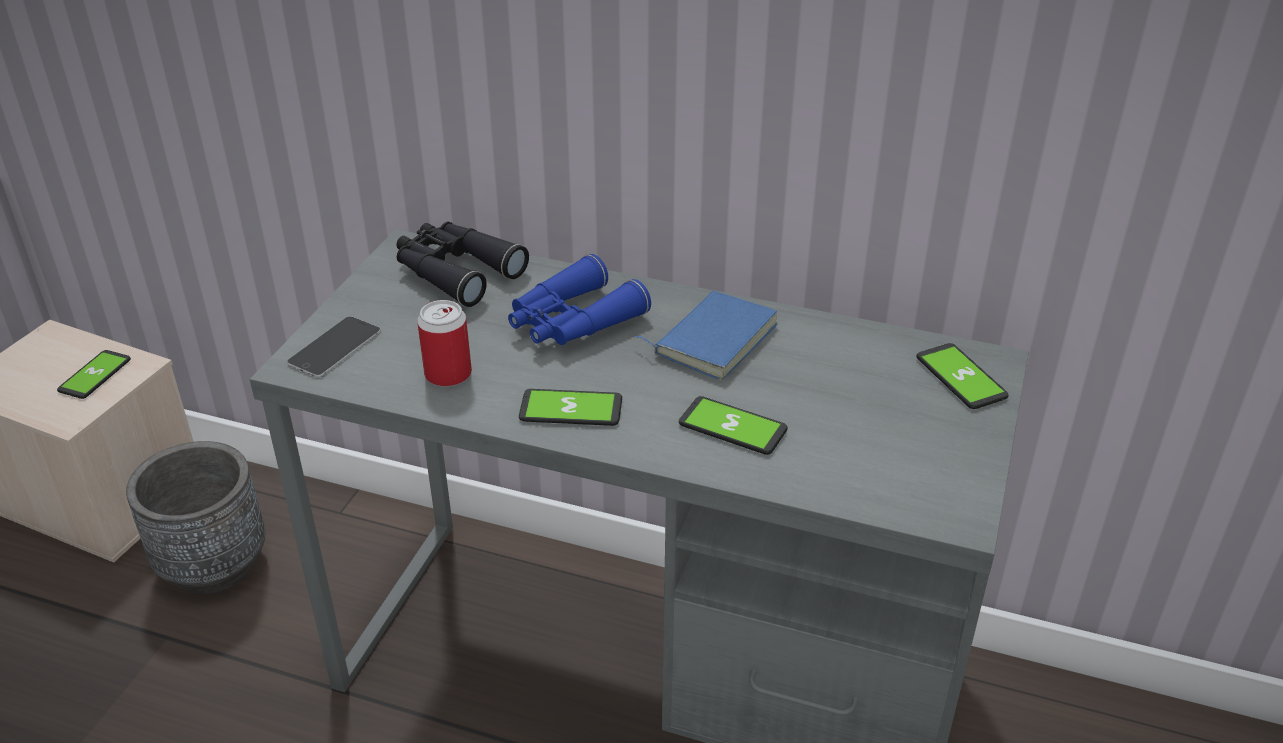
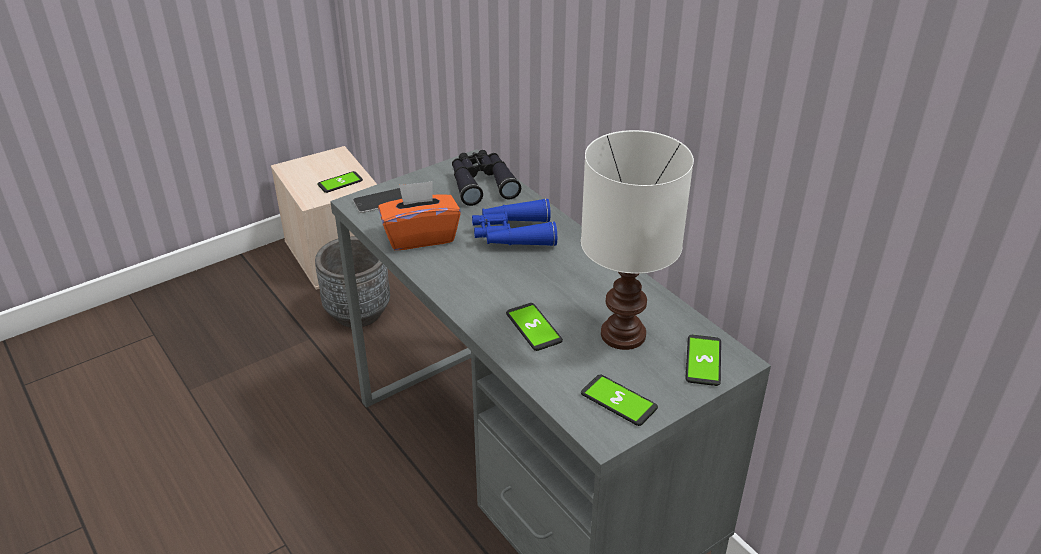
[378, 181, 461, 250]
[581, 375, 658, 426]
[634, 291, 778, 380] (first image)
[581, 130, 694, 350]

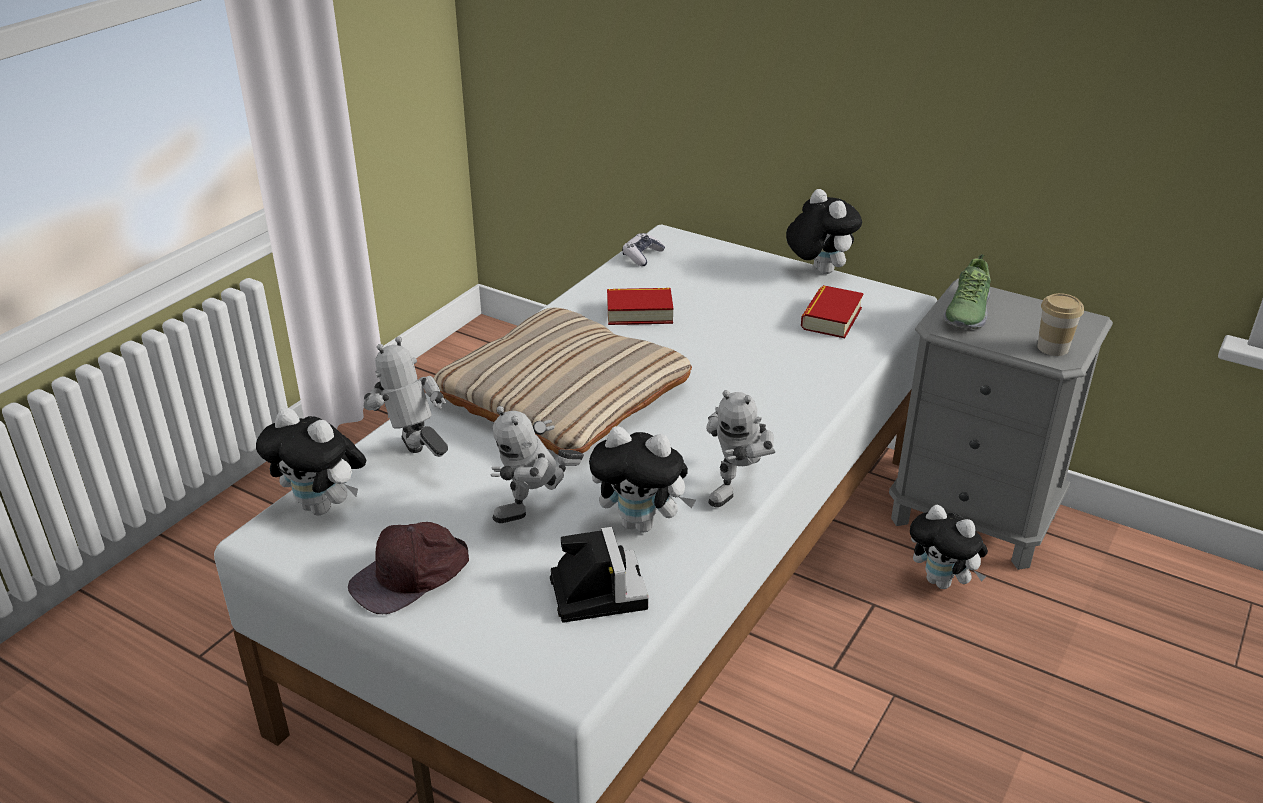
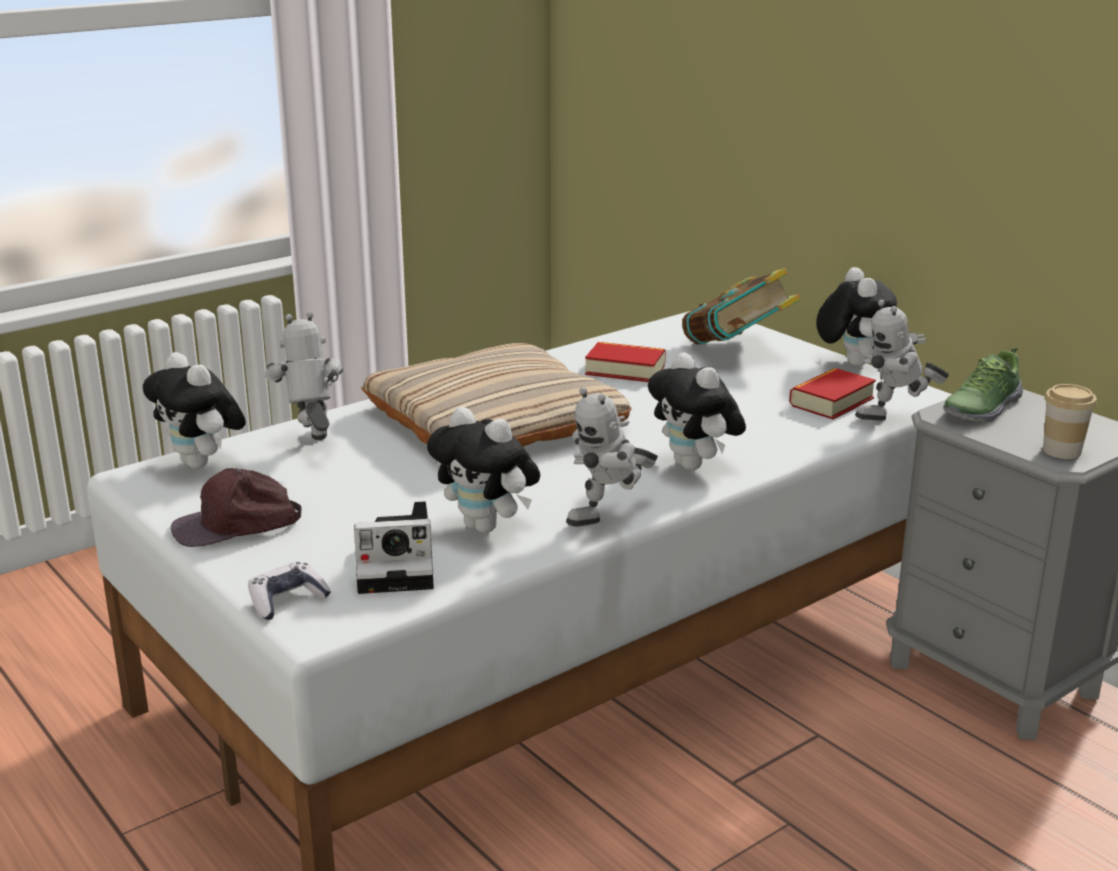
[855, 300, 949, 421]
[354, 501, 434, 594]
[248, 562, 331, 620]
[648, 353, 746, 470]
[682, 268, 801, 345]

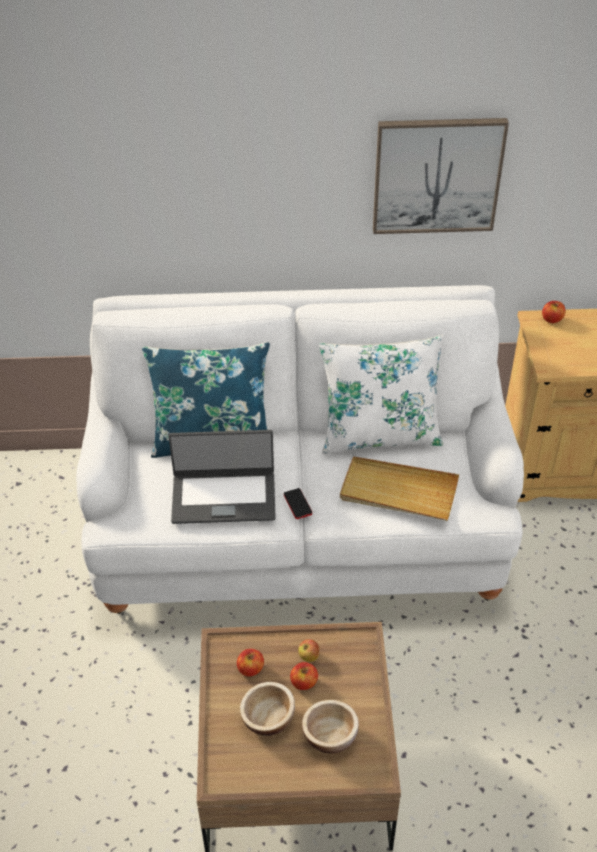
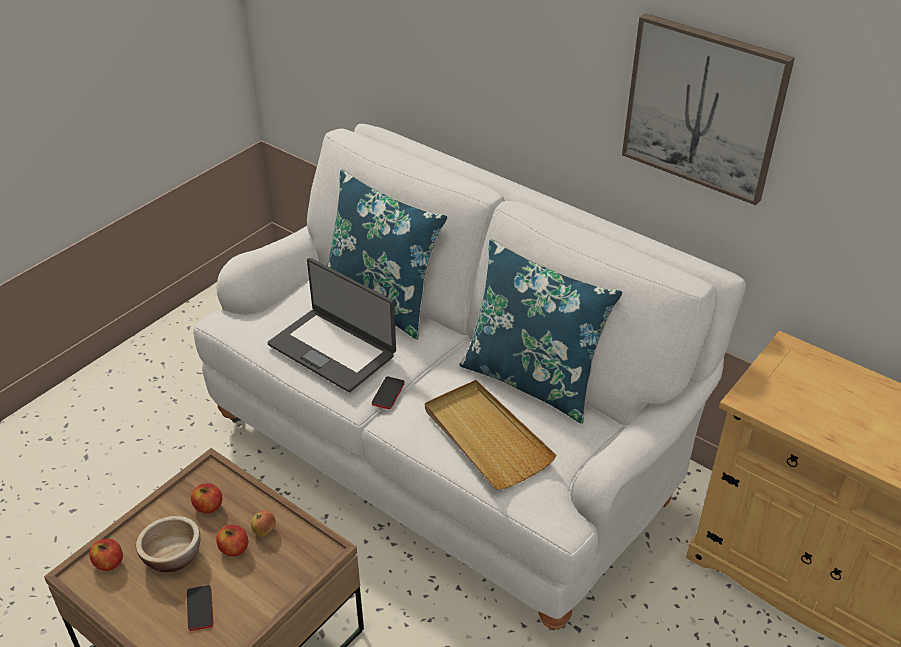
[187, 585, 213, 631]
[459, 239, 623, 424]
[89, 539, 123, 571]

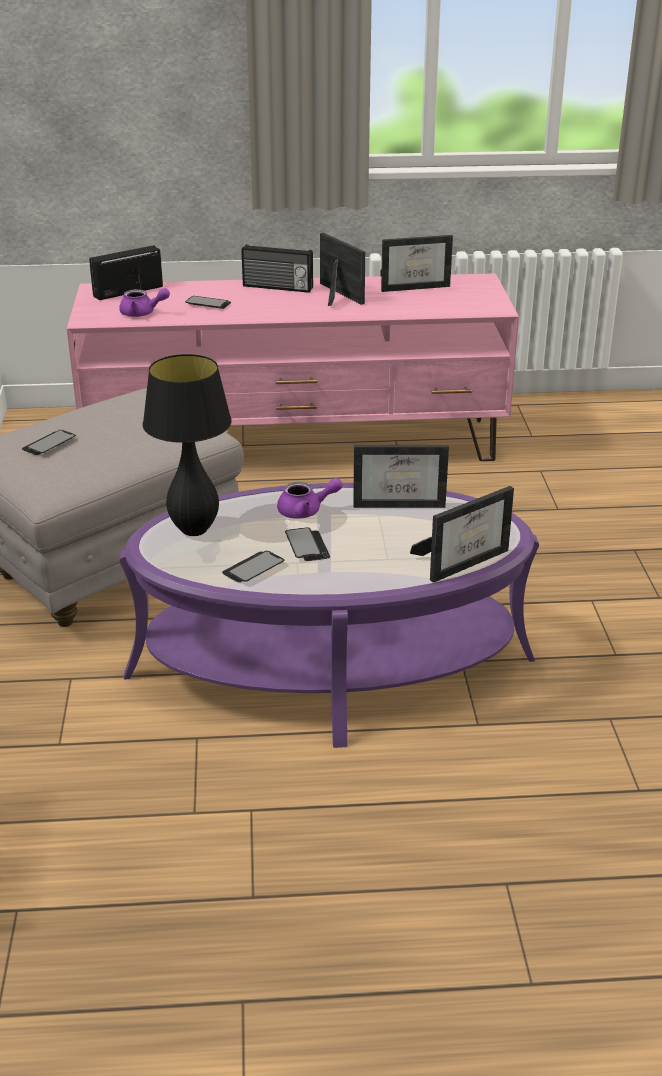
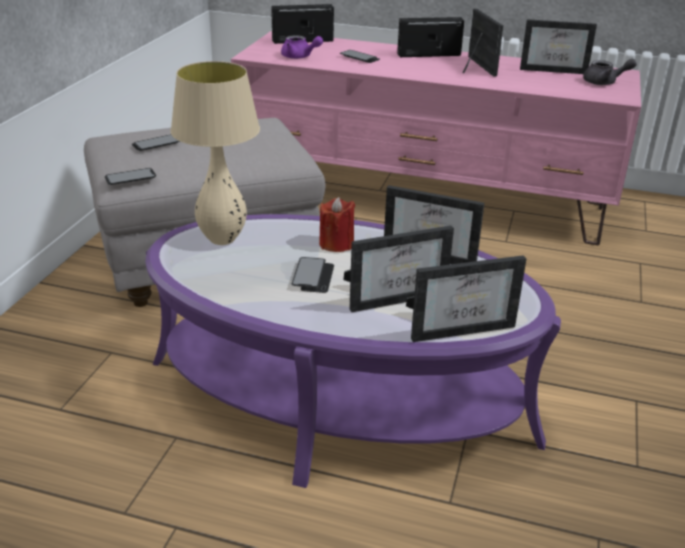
[170, 61, 260, 245]
[105, 168, 156, 185]
[397, 17, 464, 57]
[319, 197, 355, 252]
[343, 225, 454, 312]
[583, 59, 637, 85]

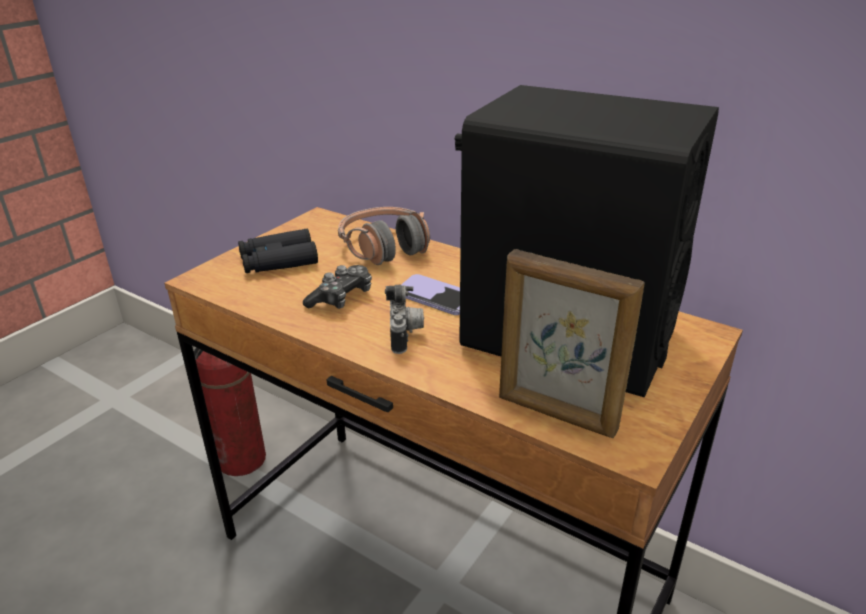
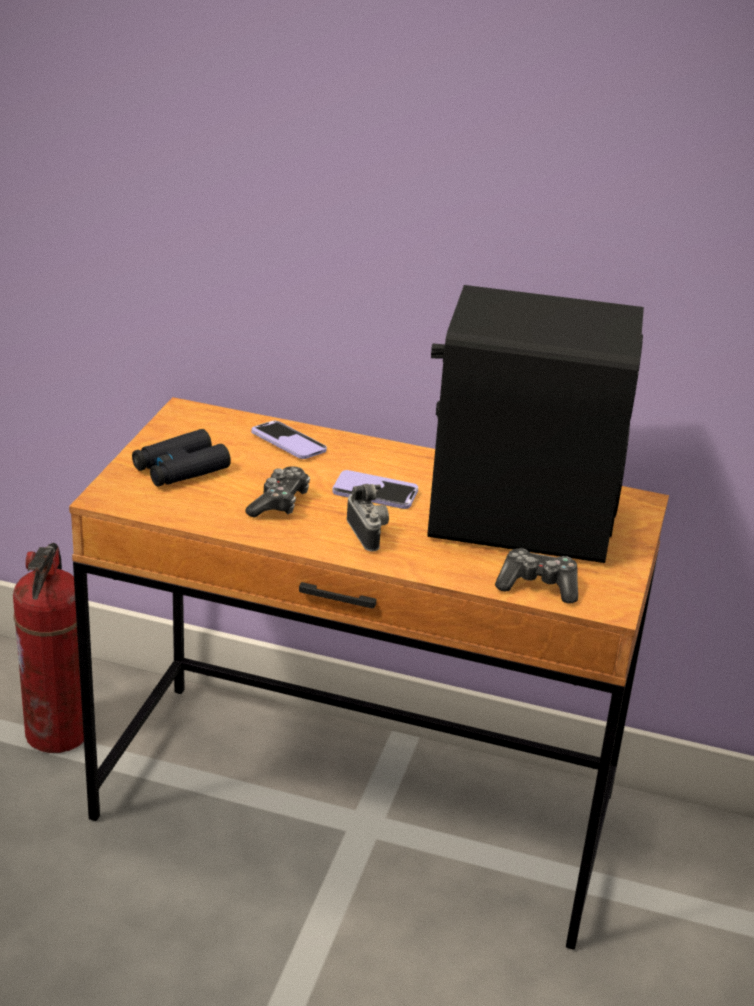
[251, 421, 327, 459]
[495, 548, 578, 604]

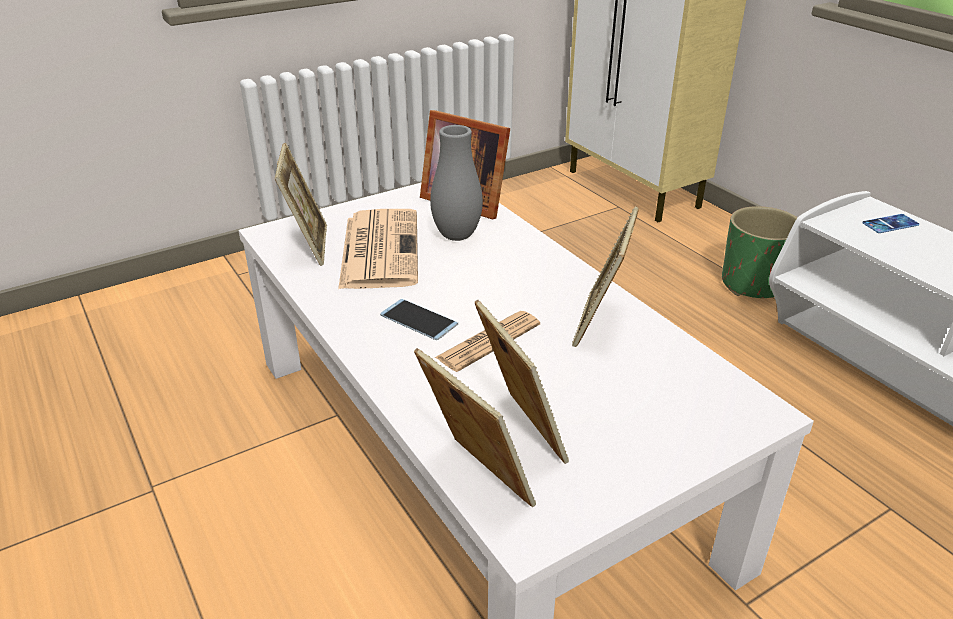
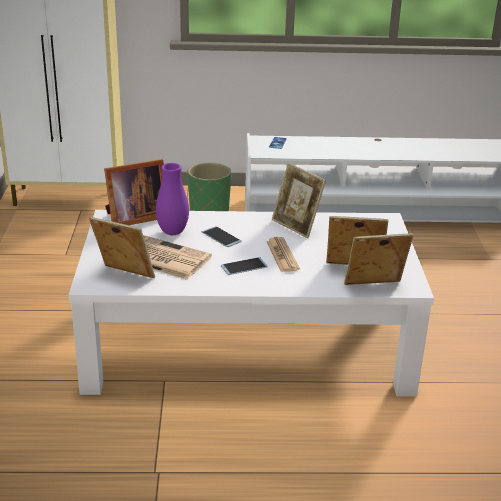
[156, 163, 189, 235]
[202, 226, 242, 247]

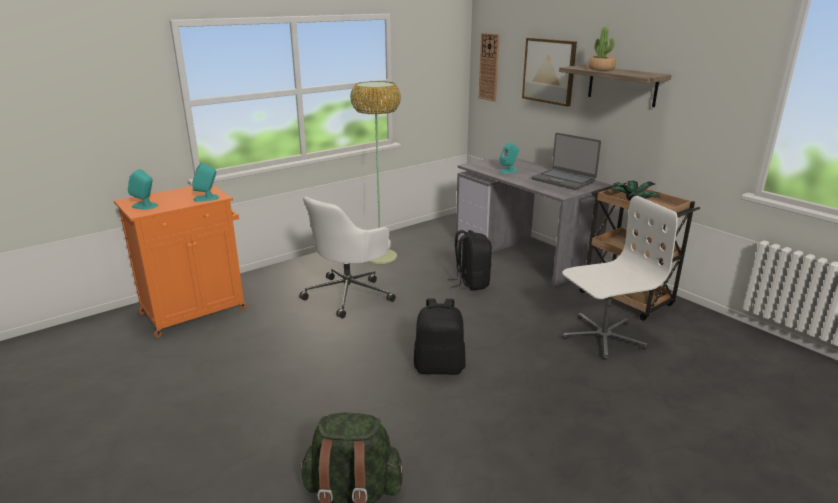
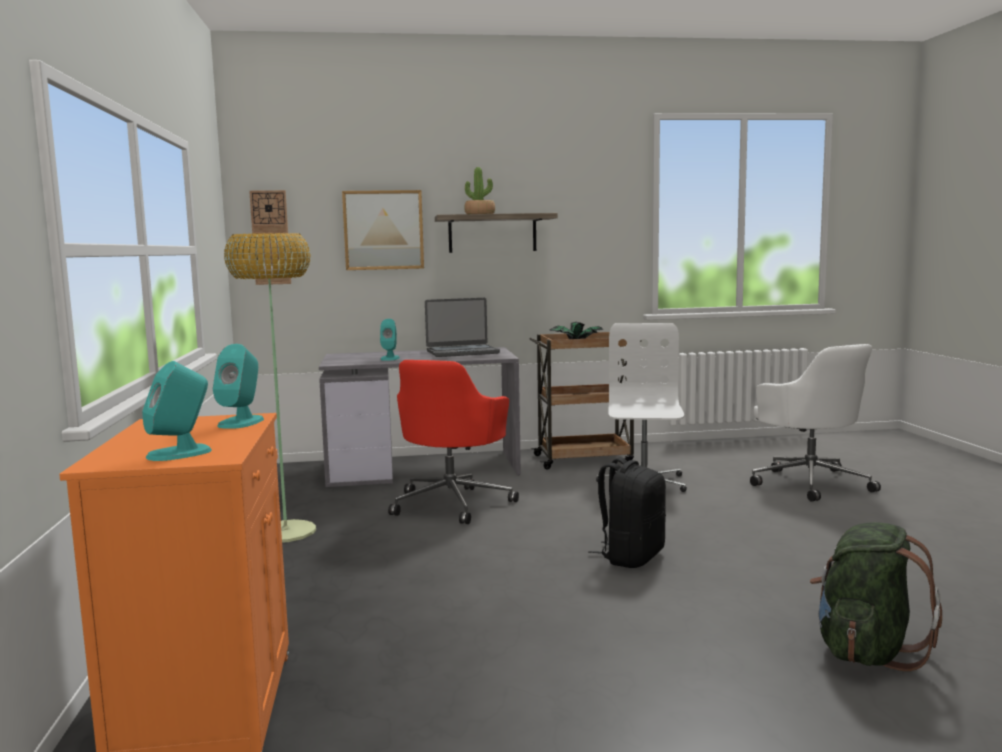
[750, 344, 881, 502]
[388, 360, 519, 524]

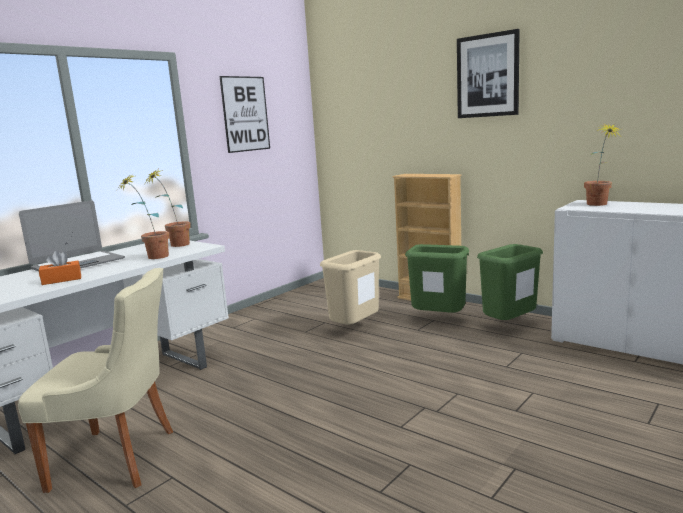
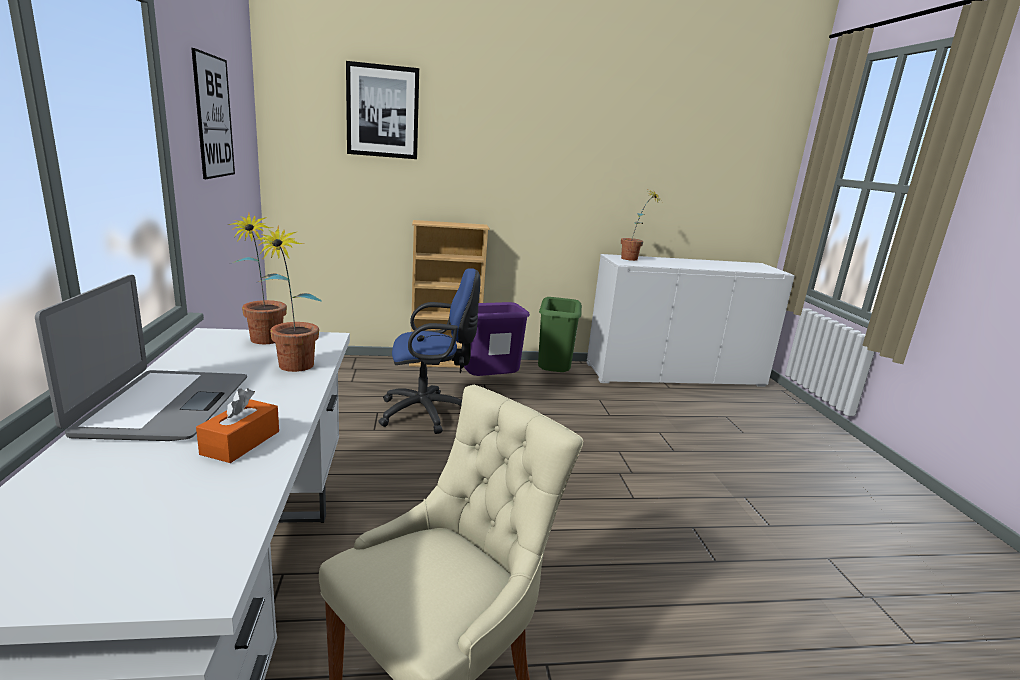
[378, 268, 481, 434]
[464, 302, 530, 376]
[346, 61, 419, 159]

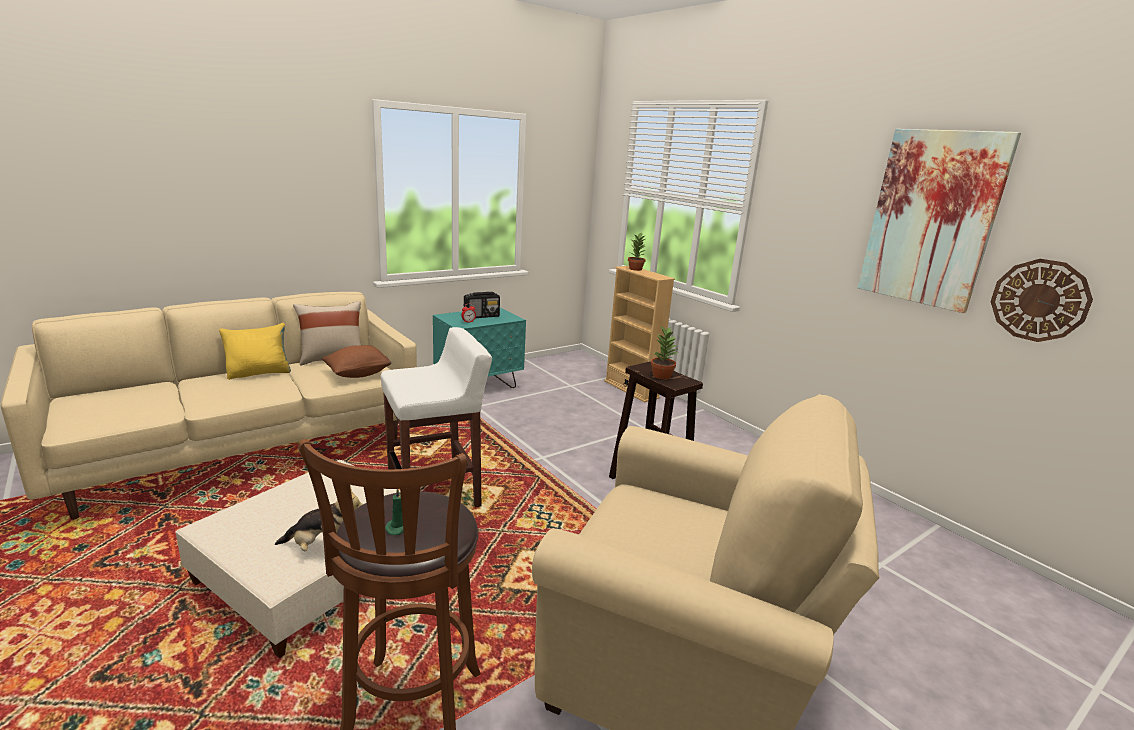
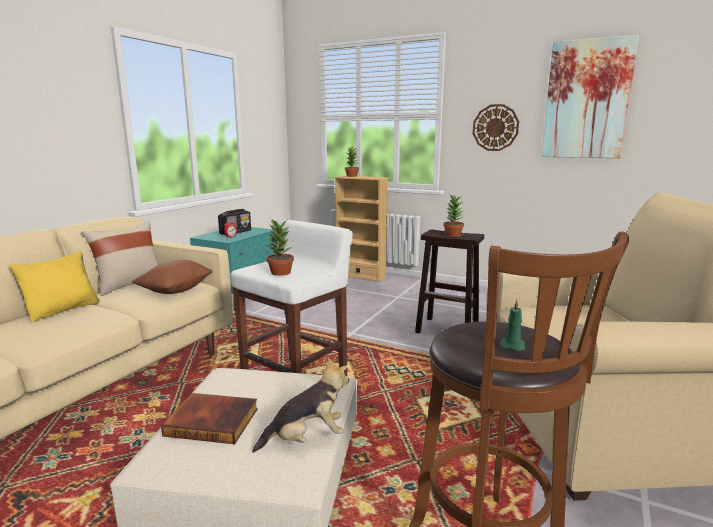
[473, 104, 519, 151]
[161, 393, 258, 444]
[267, 220, 294, 276]

